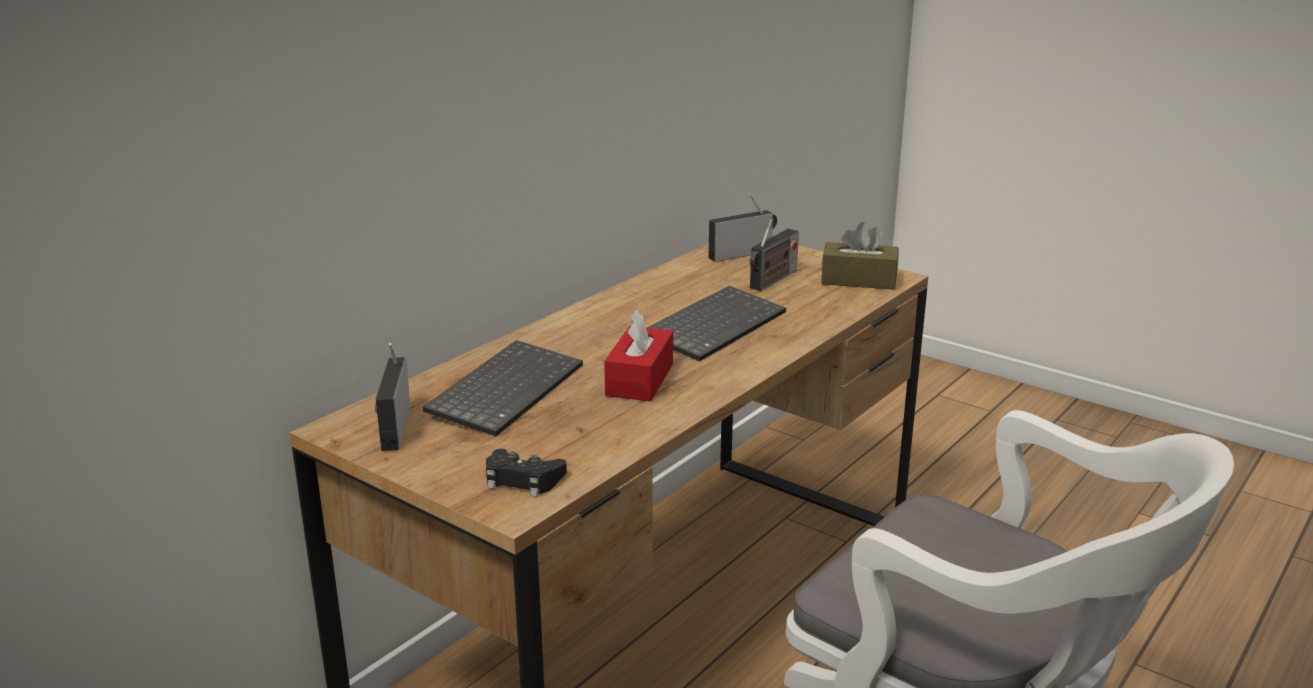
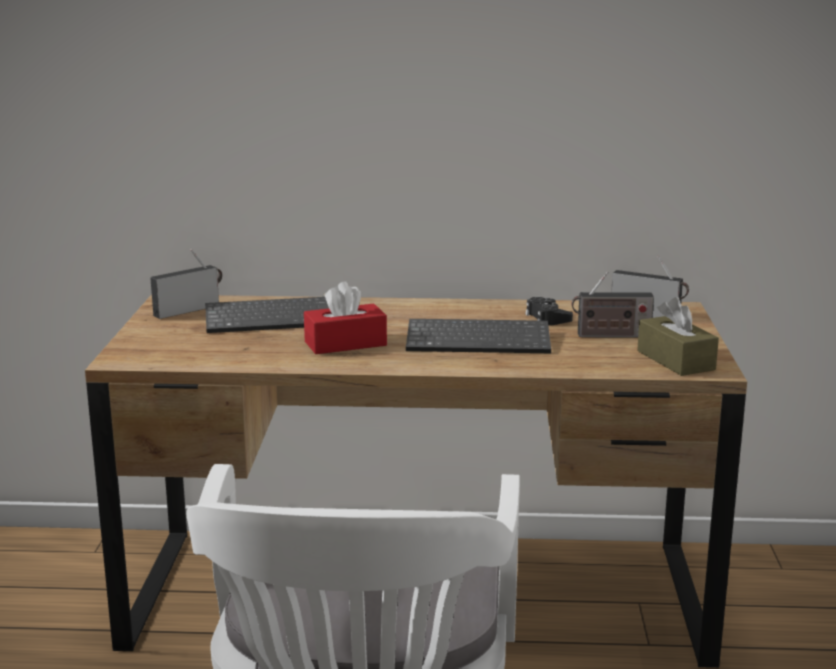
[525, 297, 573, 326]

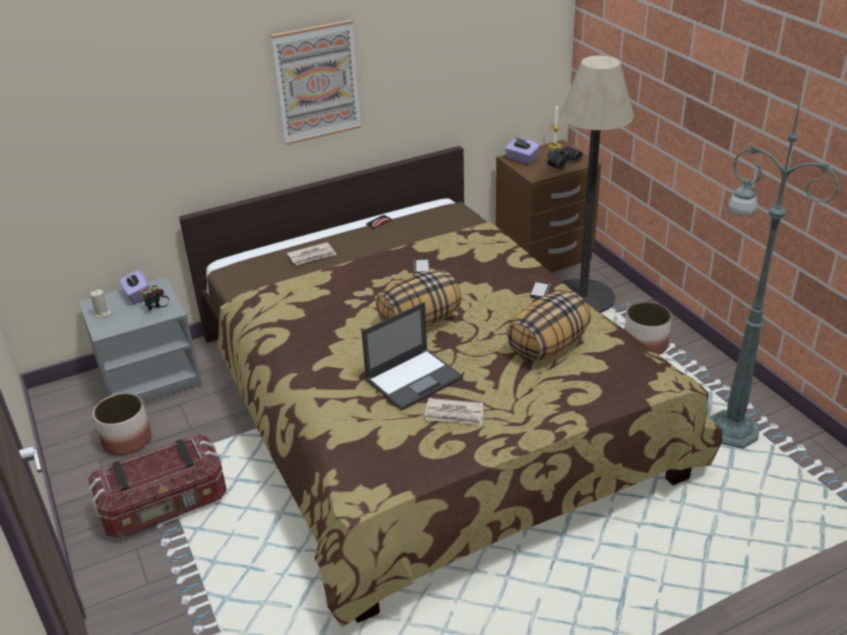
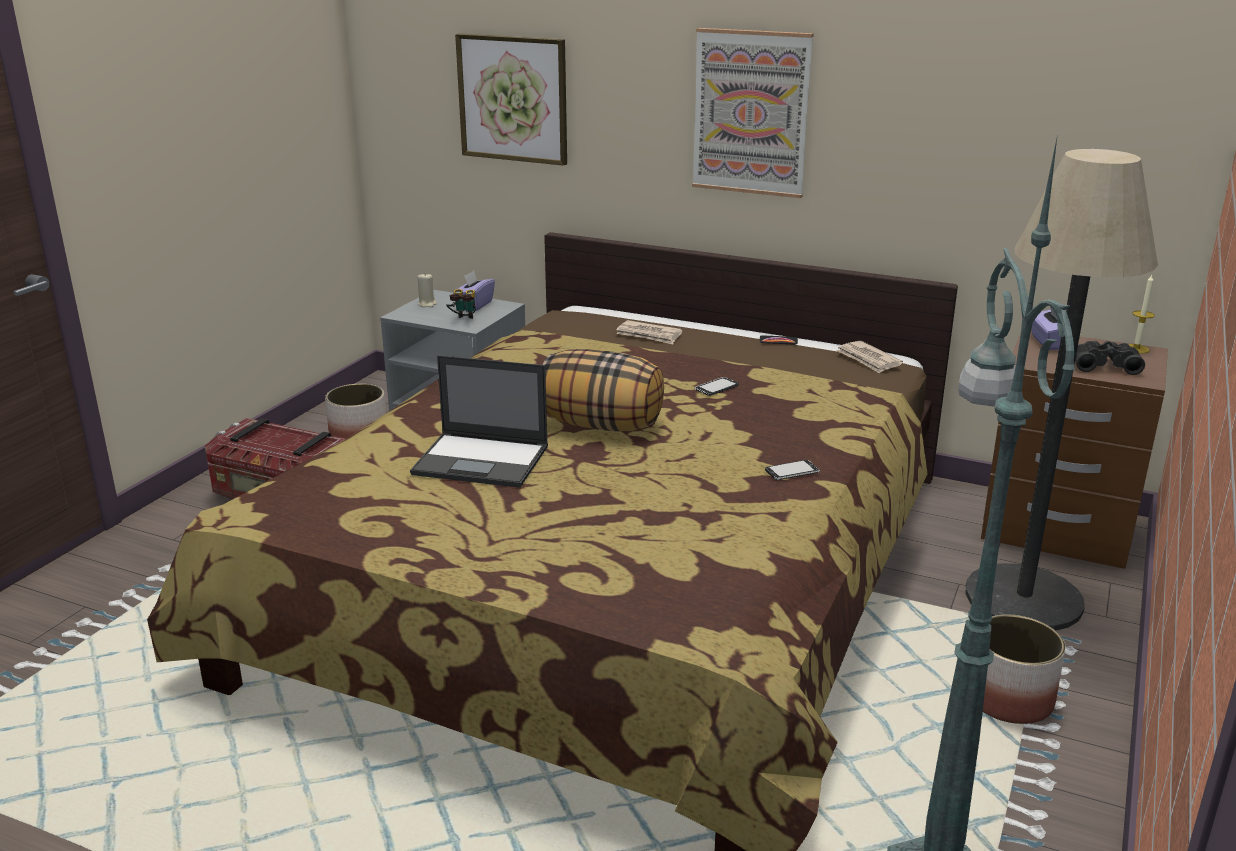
[836, 341, 903, 373]
[507, 290, 591, 361] (first image)
[455, 33, 567, 166]

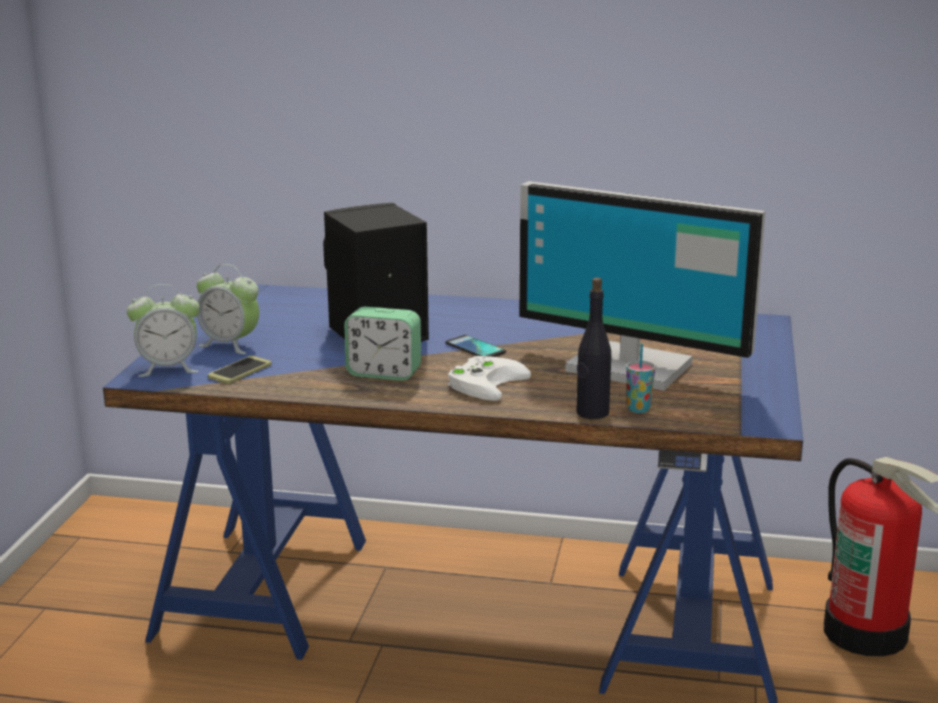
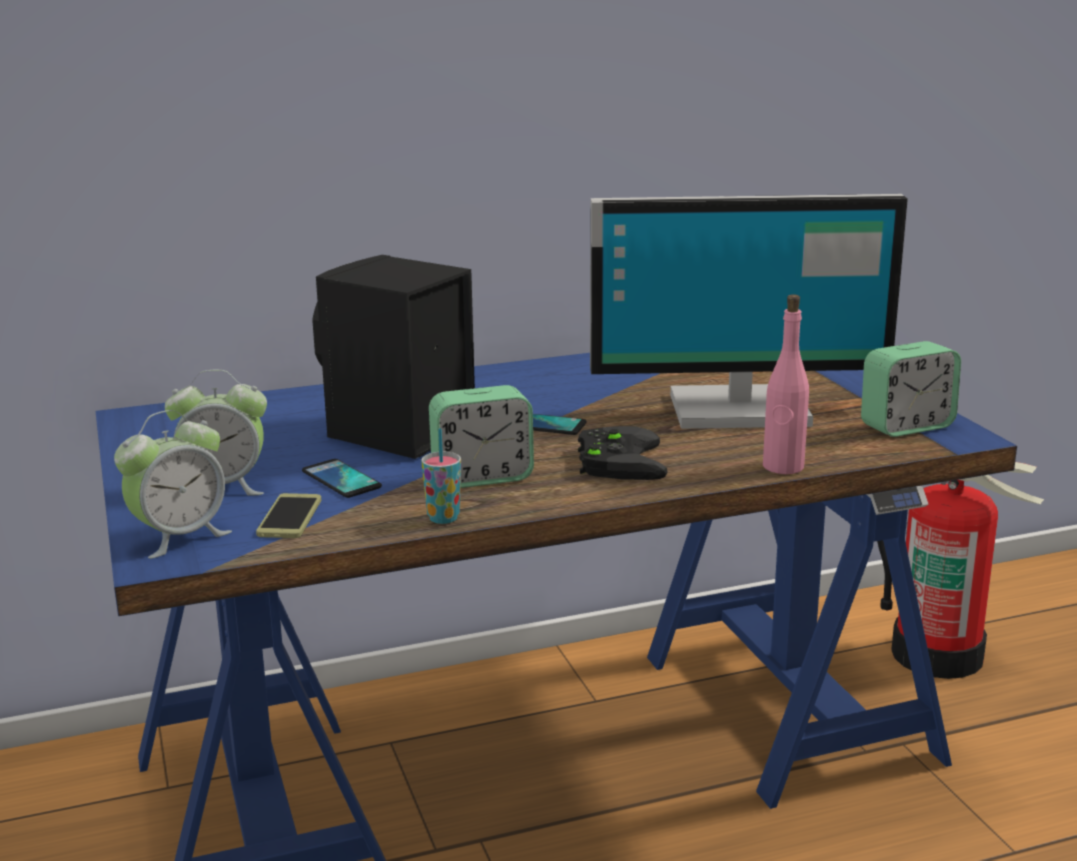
[578, 426, 668, 480]
[763, 294, 809, 474]
[421, 428, 461, 524]
[302, 459, 382, 498]
[861, 341, 961, 437]

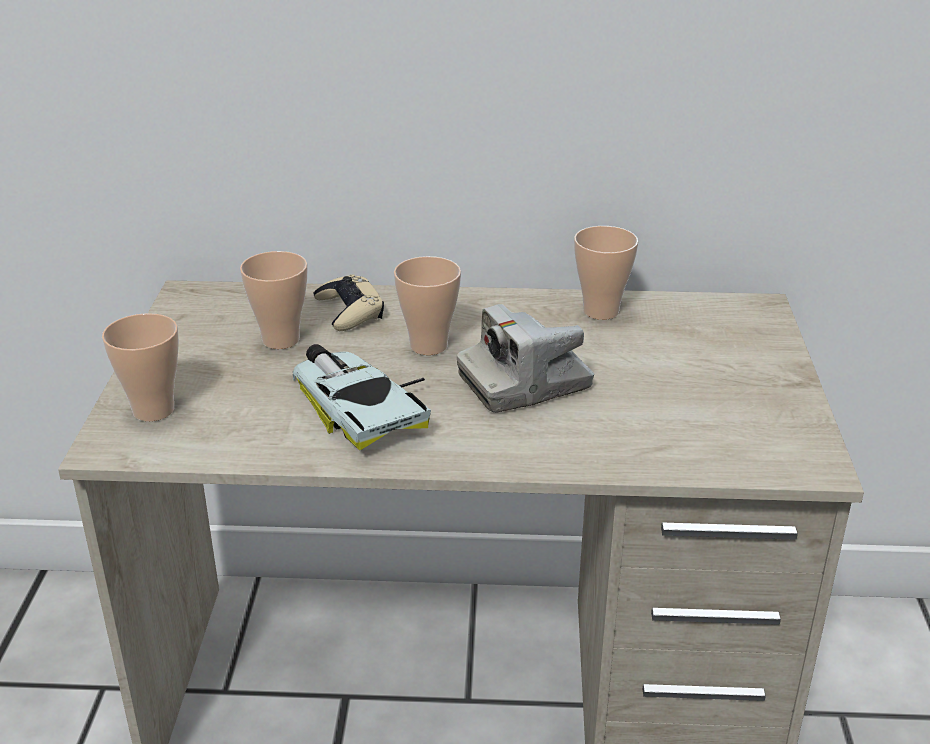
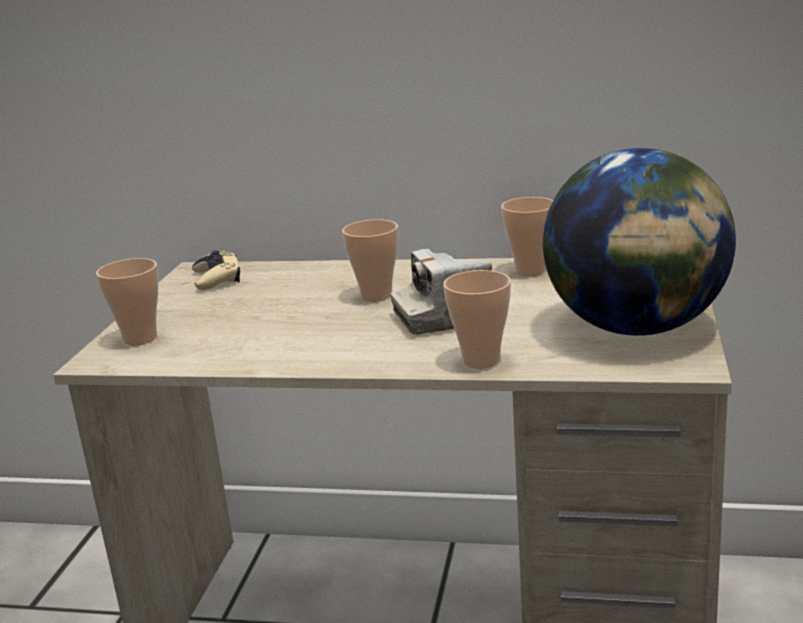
[443, 270, 511, 368]
[293, 344, 431, 450] (first image)
[192, 250, 240, 290]
[543, 148, 736, 336]

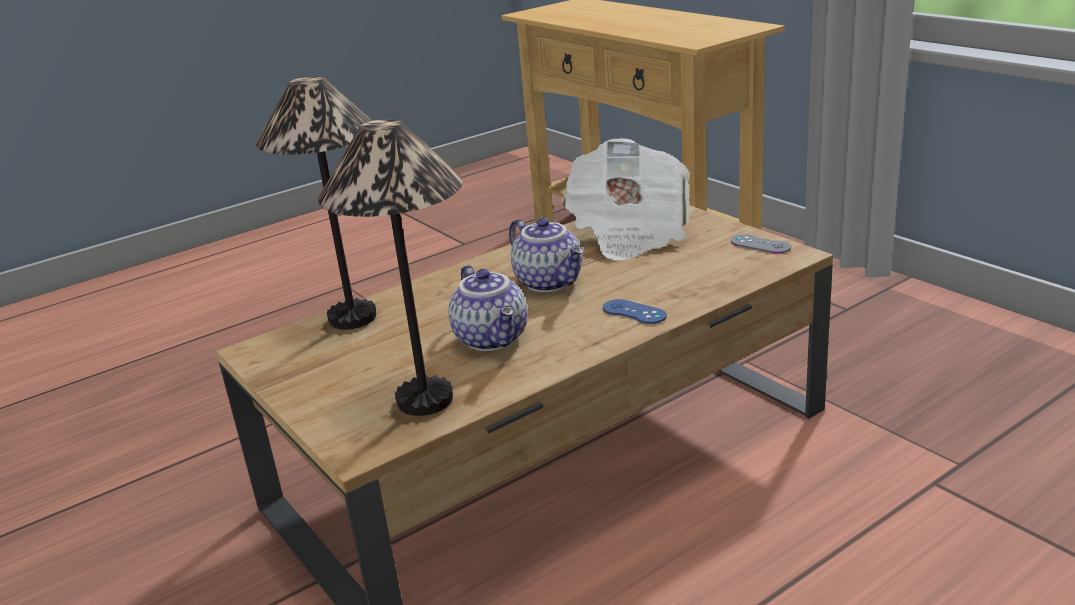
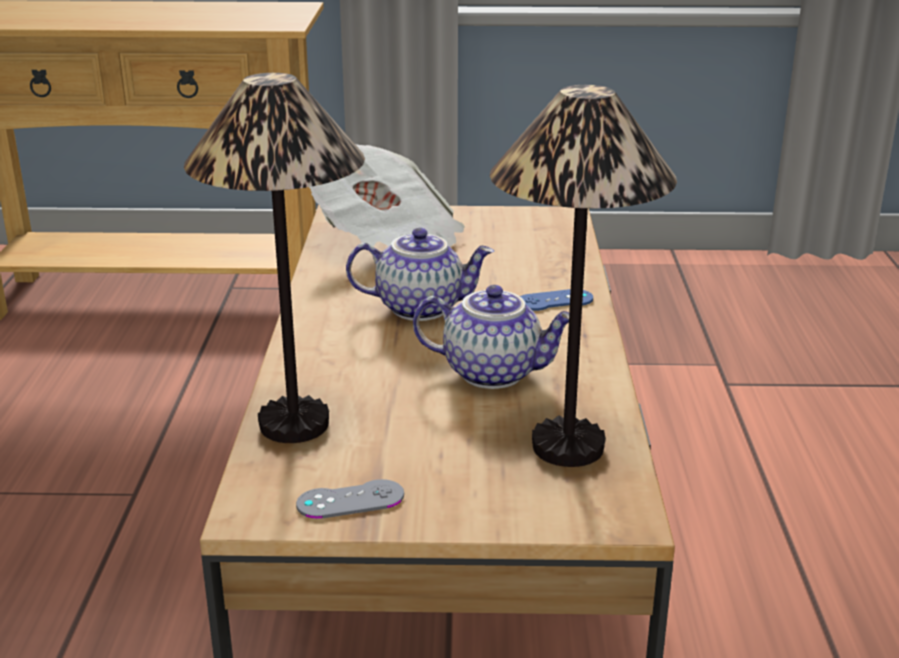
[296, 479, 404, 519]

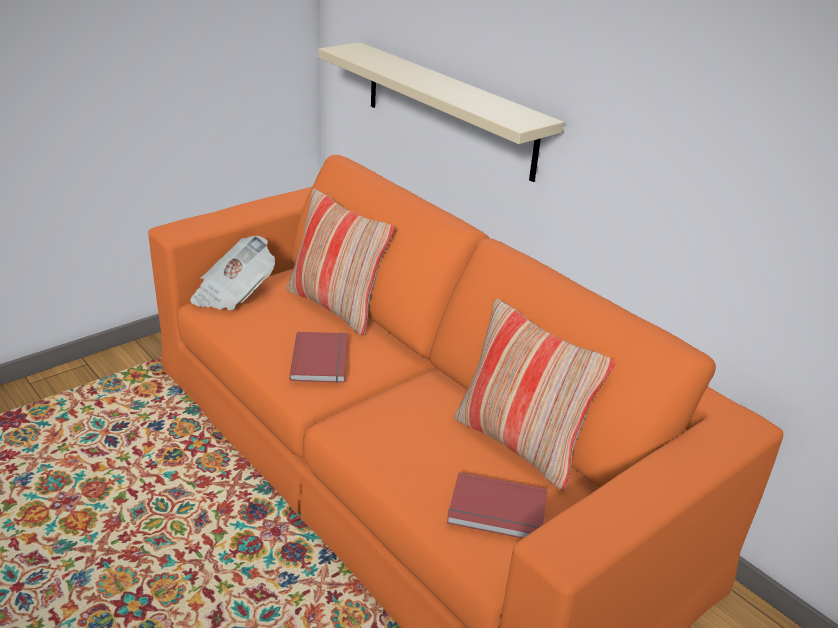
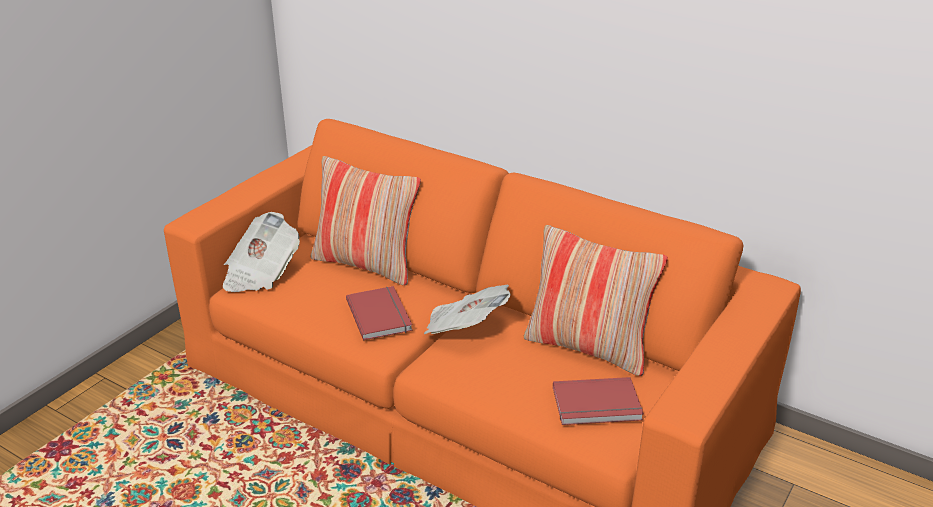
[318, 42, 564, 182] (first image)
[424, 284, 511, 334]

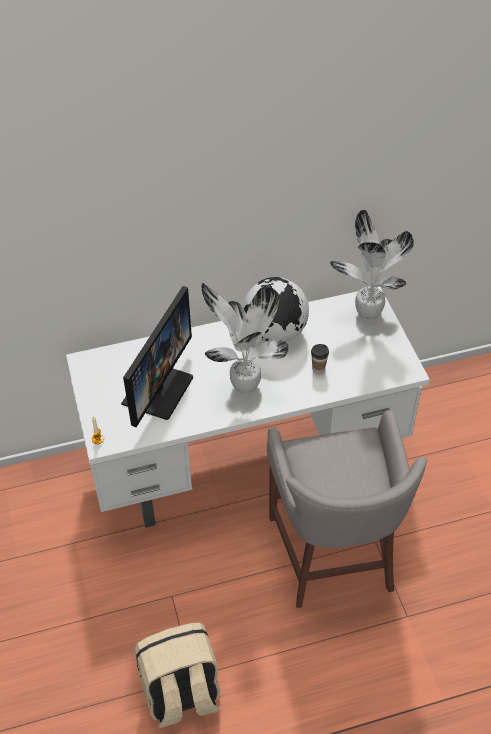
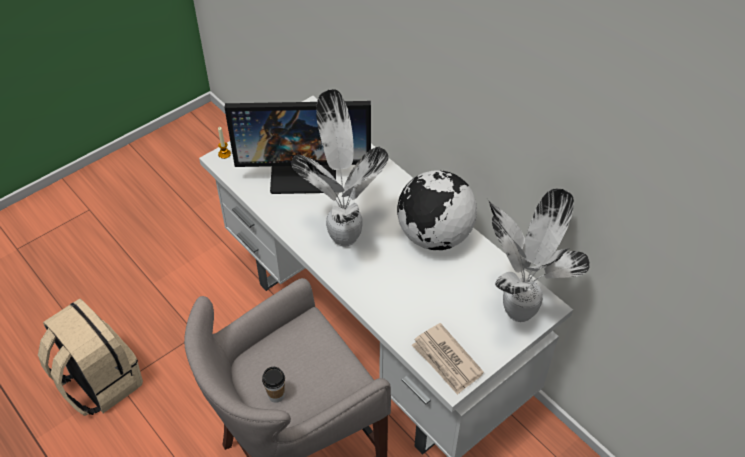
[262, 367, 285, 403]
[412, 323, 484, 395]

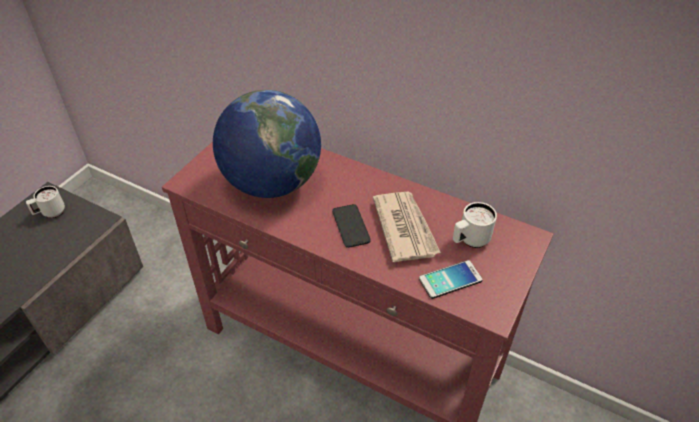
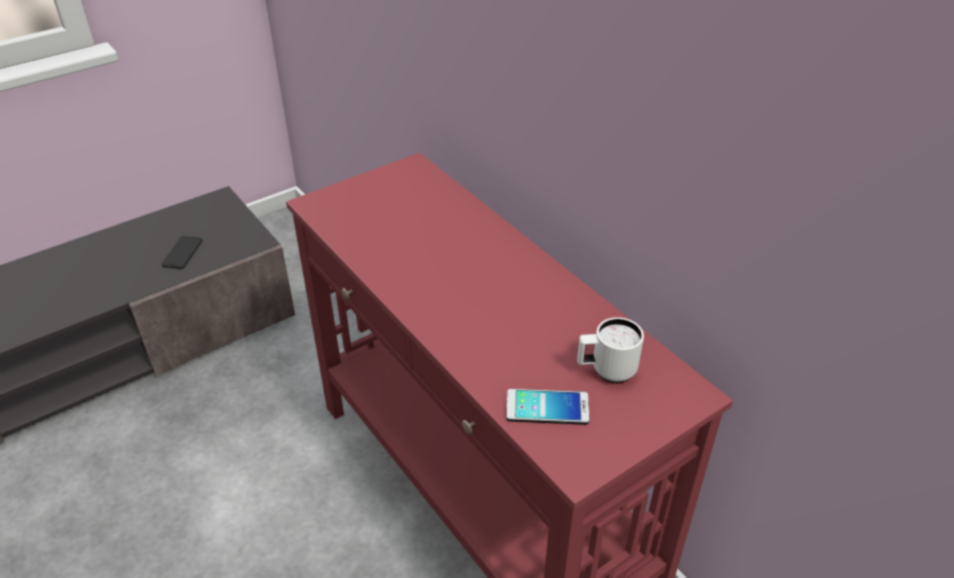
[26, 186, 65, 218] (first image)
[213, 90, 321, 198] (first image)
[162, 236, 202, 269]
[373, 192, 441, 262] (first image)

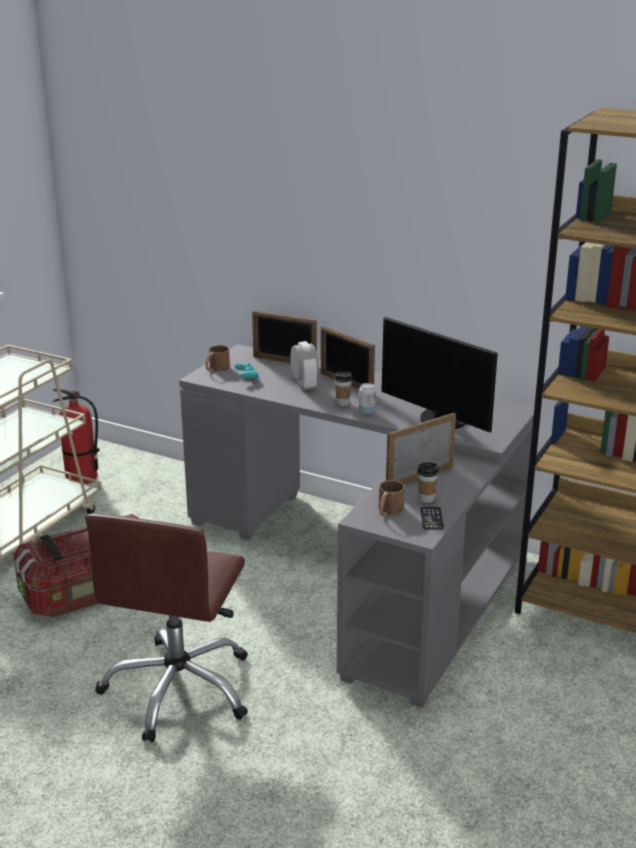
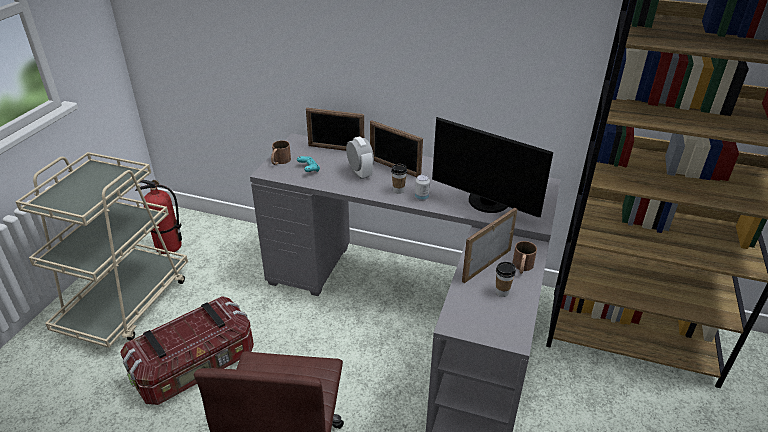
[512, 241, 537, 274]
[420, 507, 444, 530] (first image)

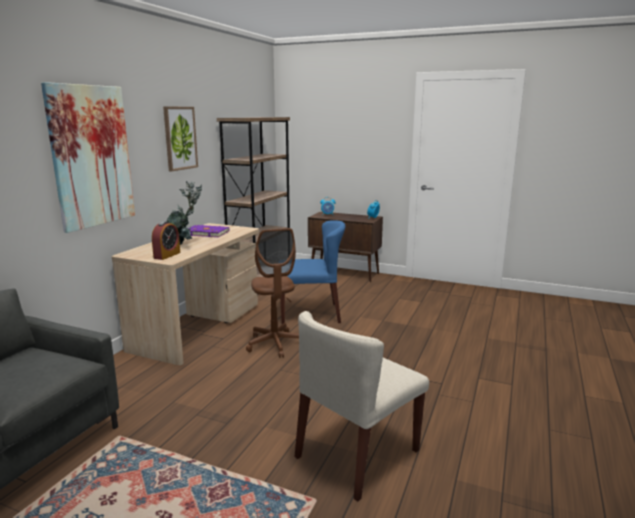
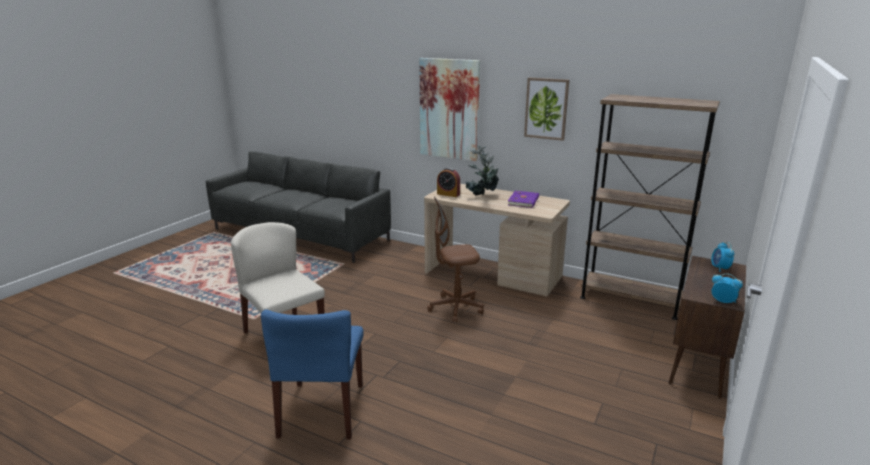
[261, 309, 364, 440]

